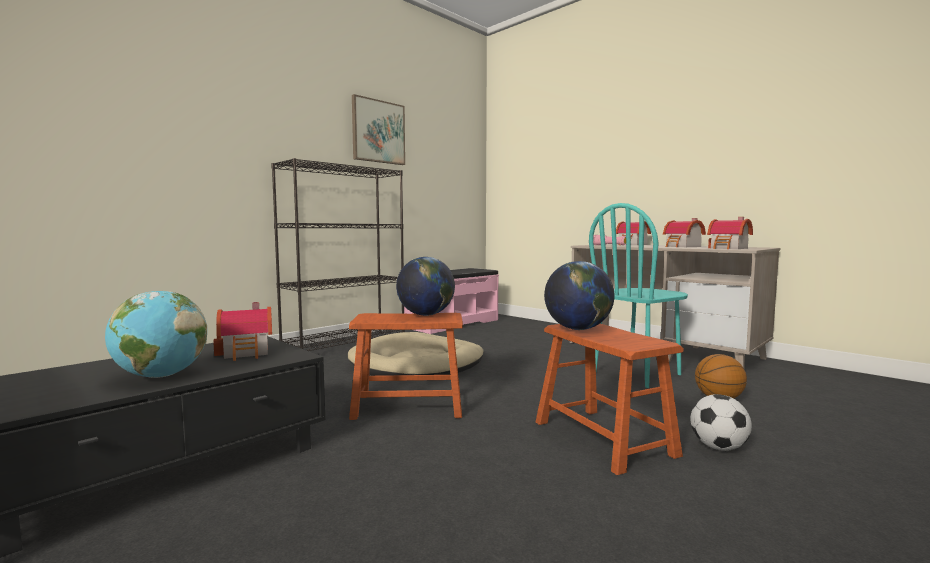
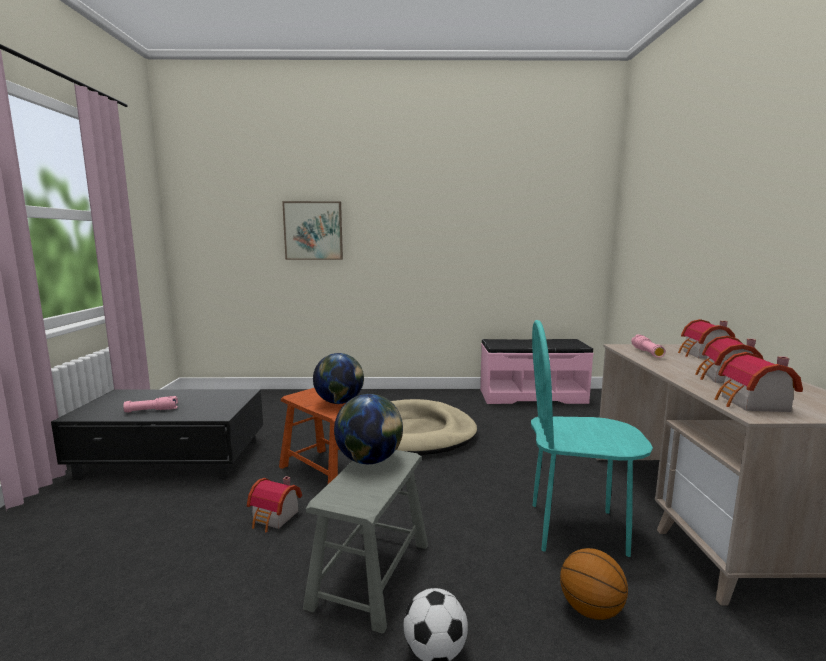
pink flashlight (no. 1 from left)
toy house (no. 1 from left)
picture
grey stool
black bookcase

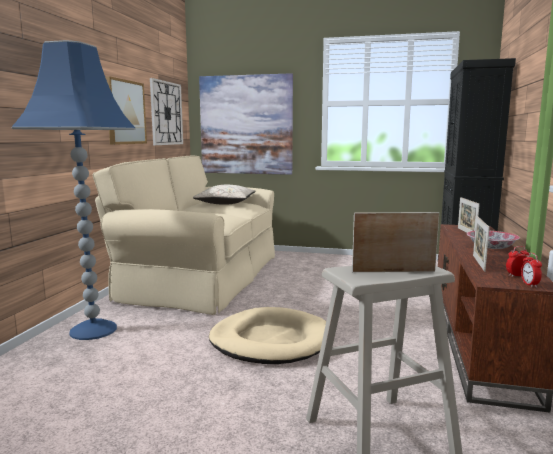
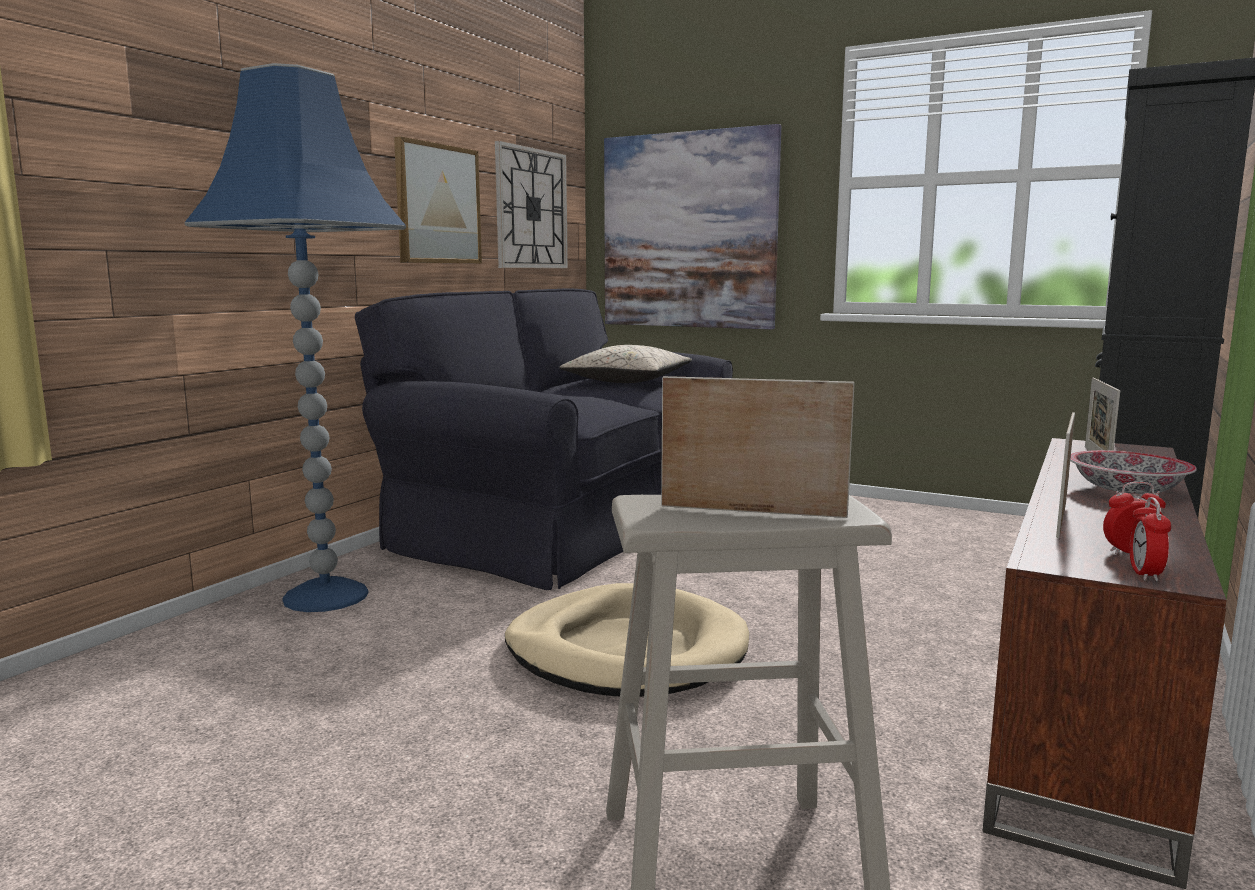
black sofa

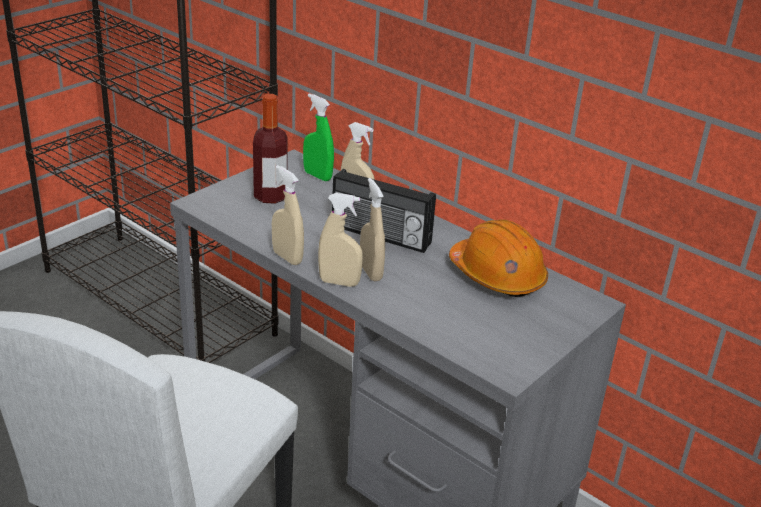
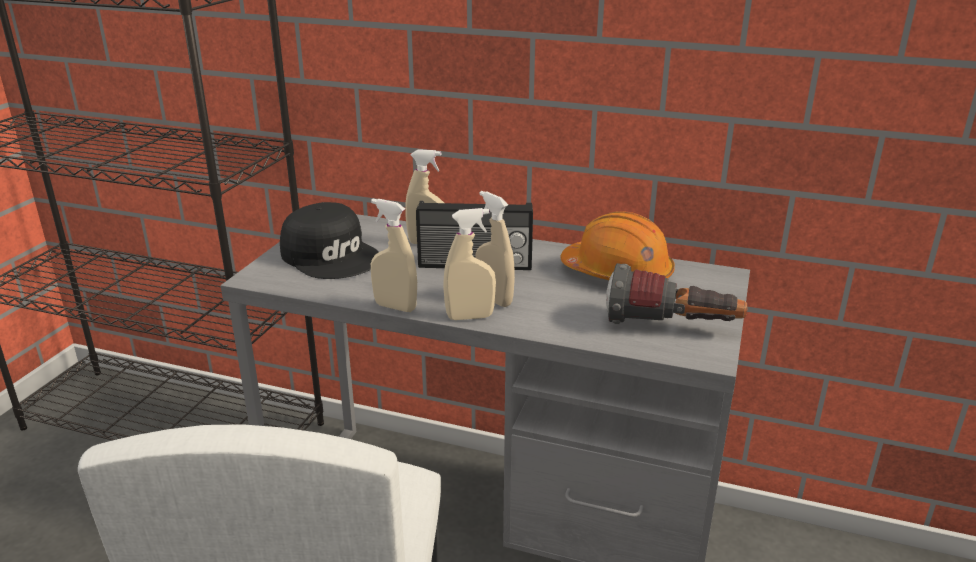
black cap
flashlight
green spray bottle

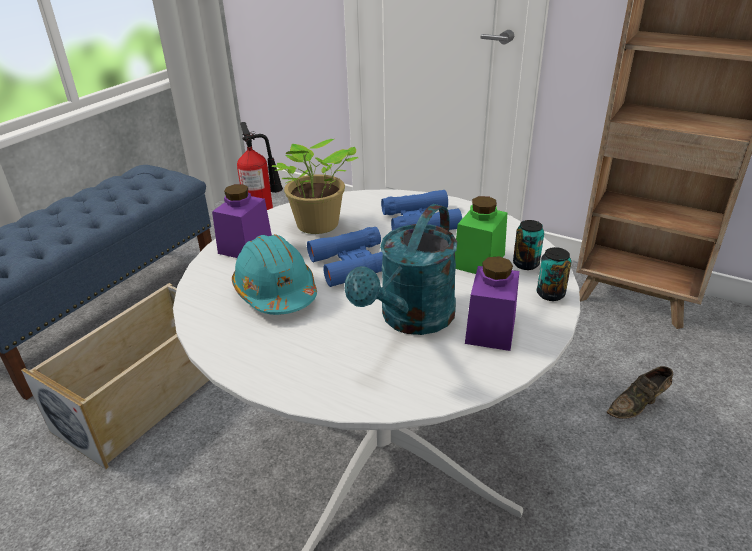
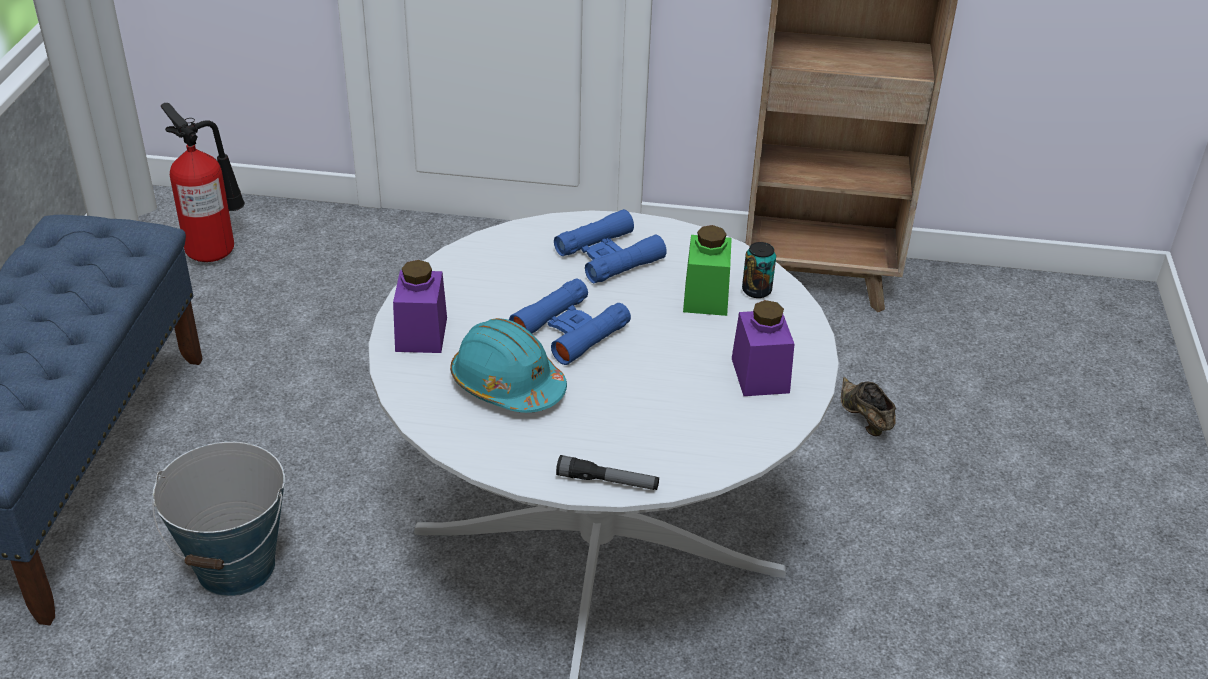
bucket
flashlight
brown shoe
potted plant
turquoise watering can
can (no. 2 from left in the first image)

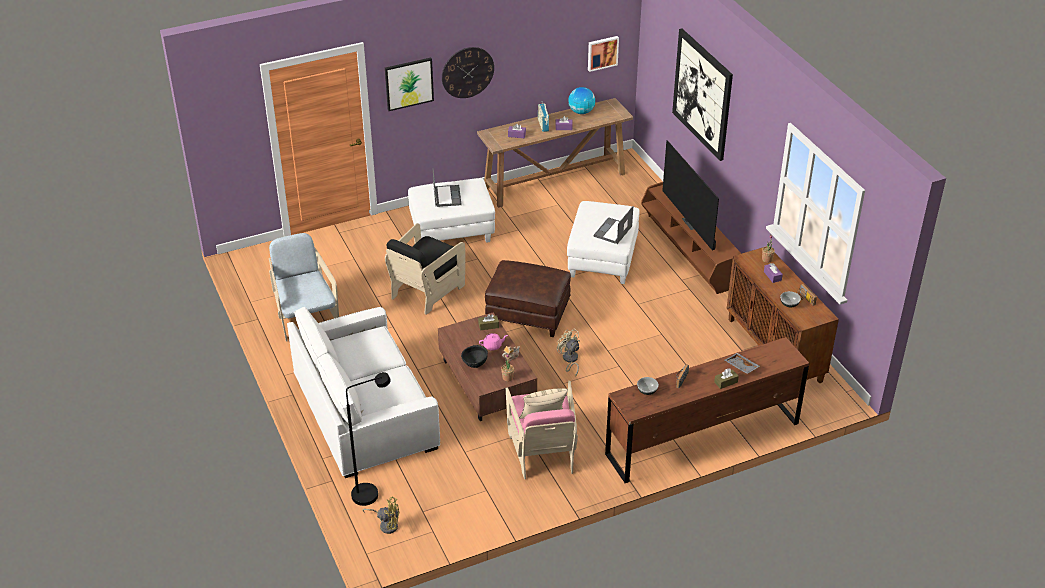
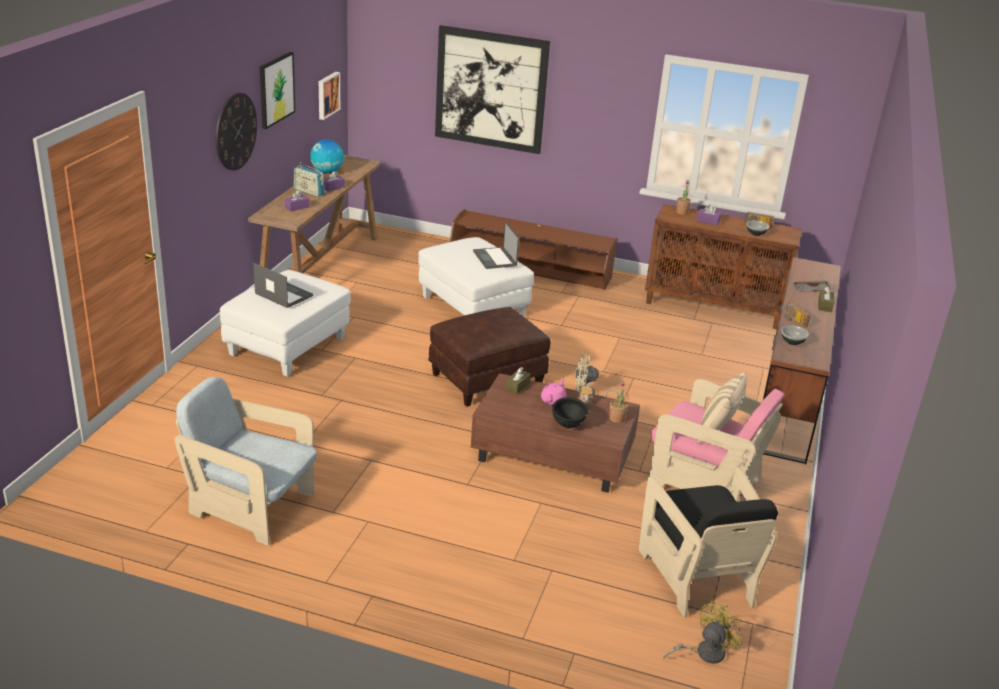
picture (no. 1 from left)
black armchair
white sofa
black floor lamp
television

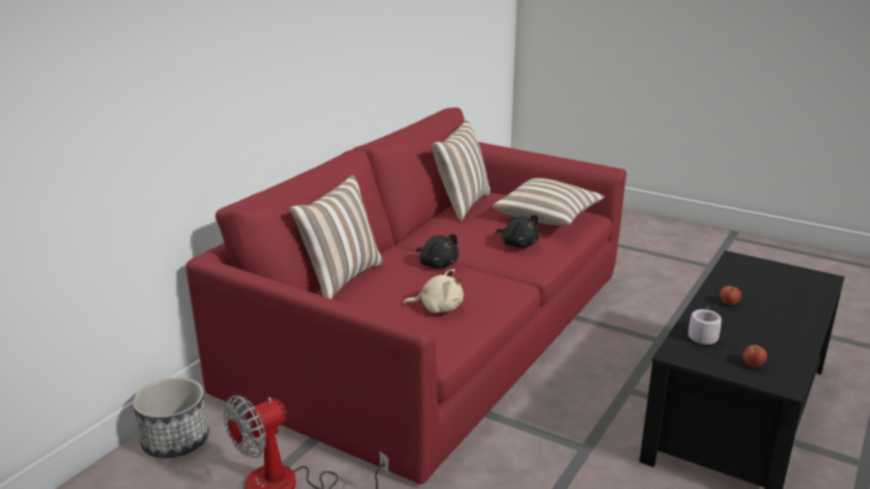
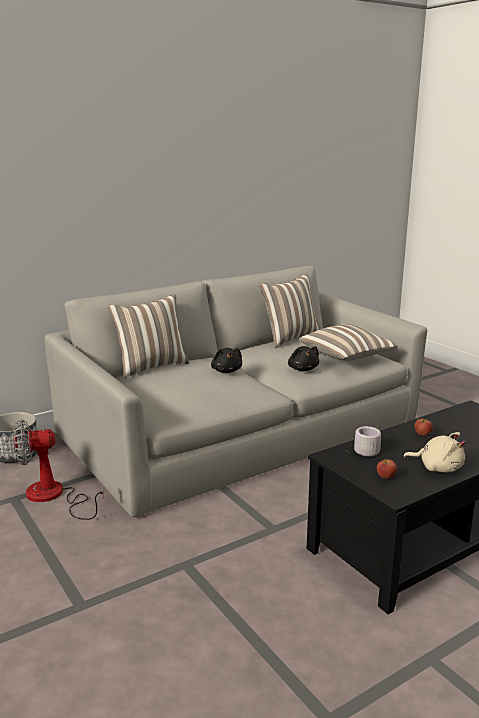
grey sofa
beige plush toy

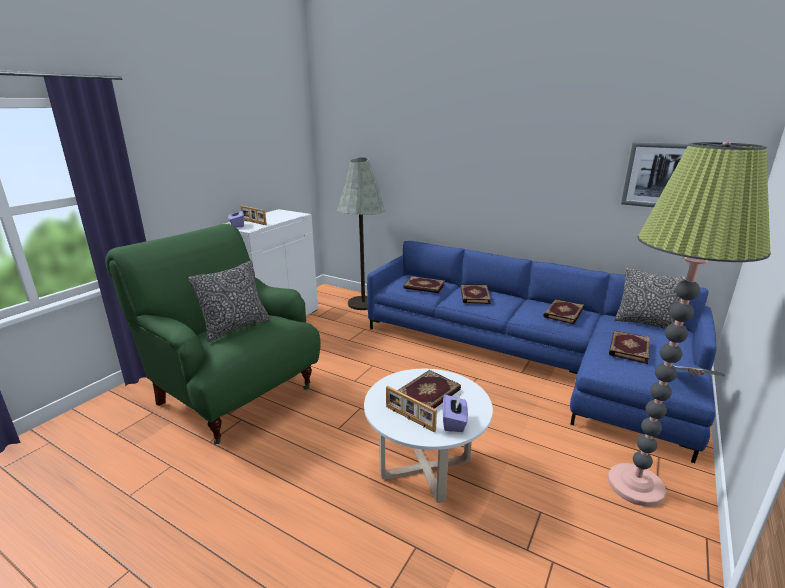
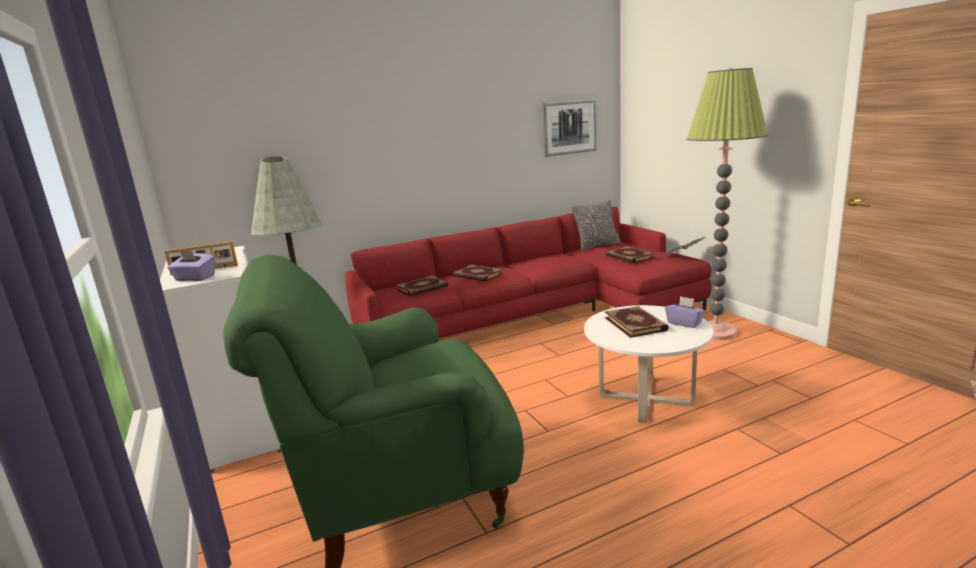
red sofa
pillow (no. 1 from left in the first image)
picture frame (no. 2 from left in the first image)
book (no. 4 from left in the first image)

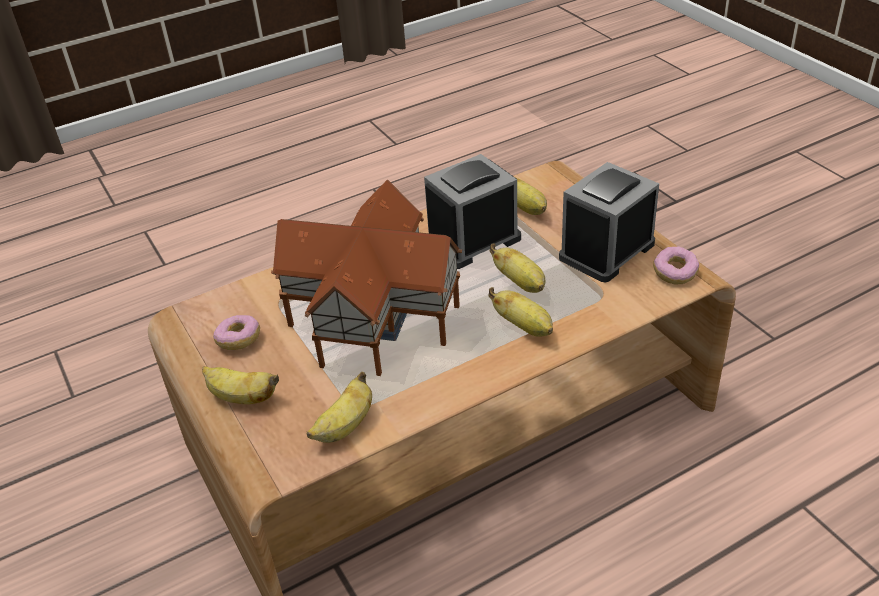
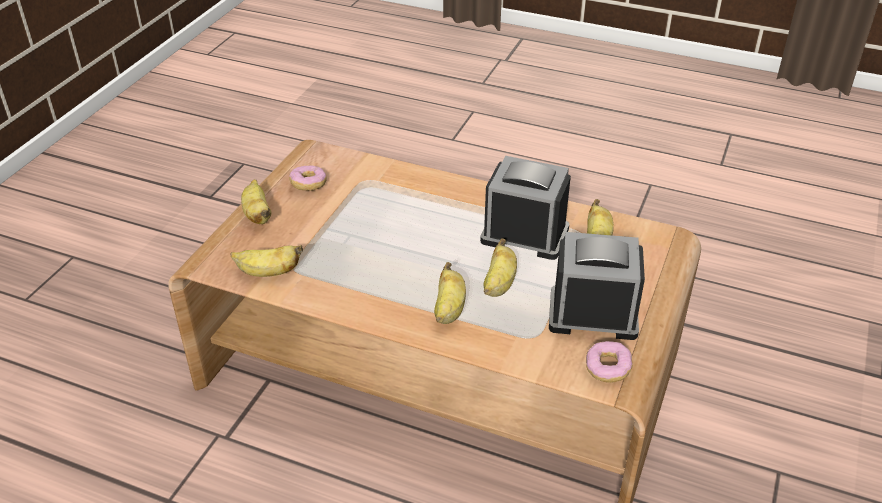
toy house

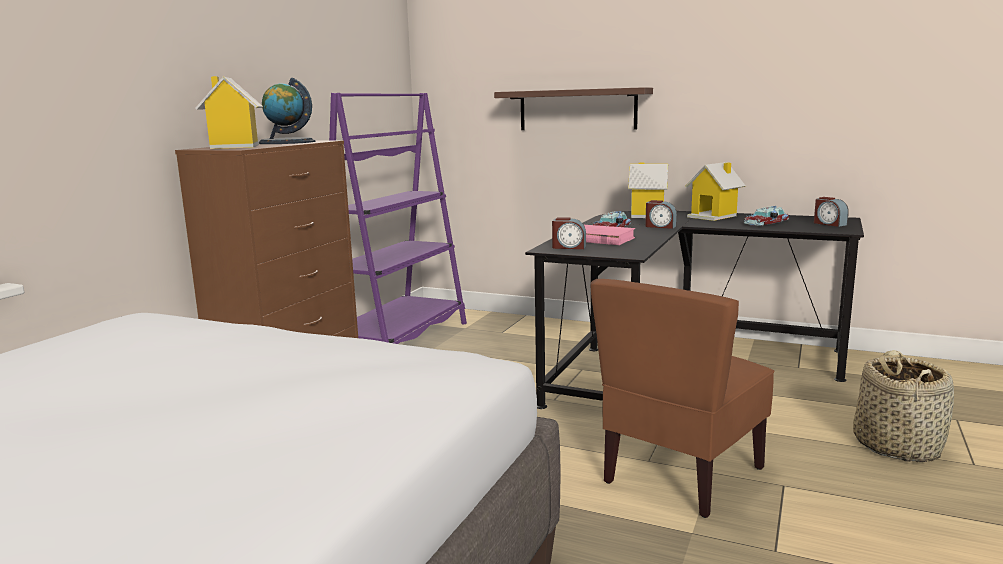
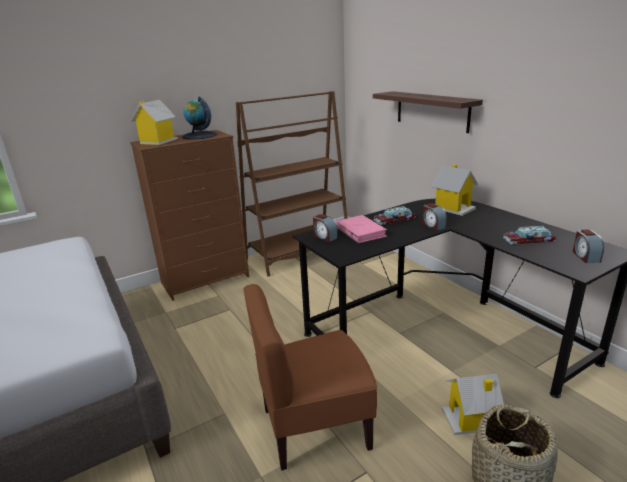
brown bookcase
toy house (no. 3 from left)

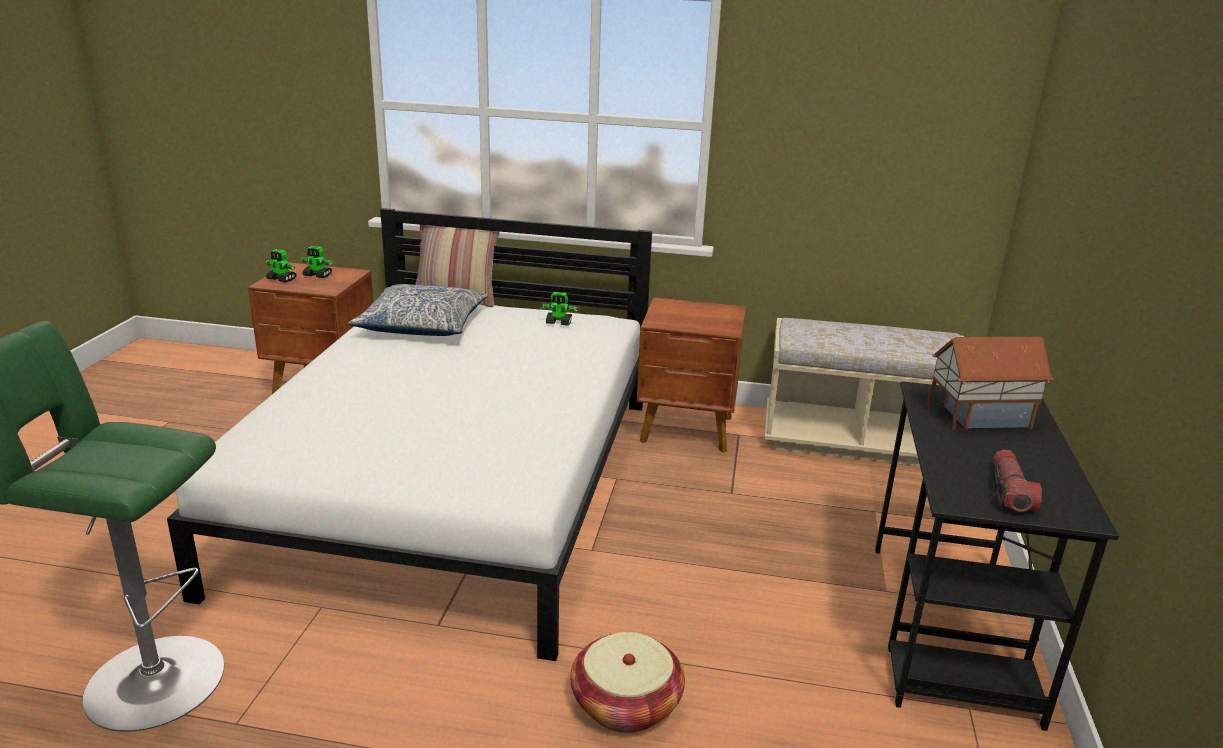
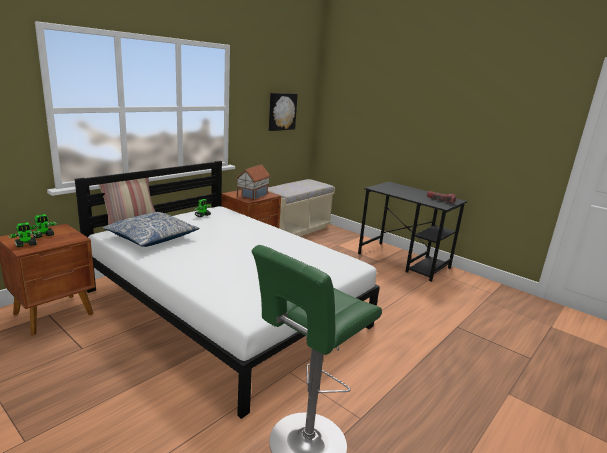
toy house
picture
basket

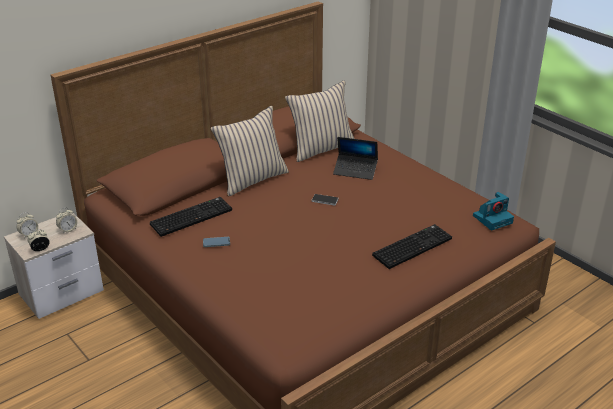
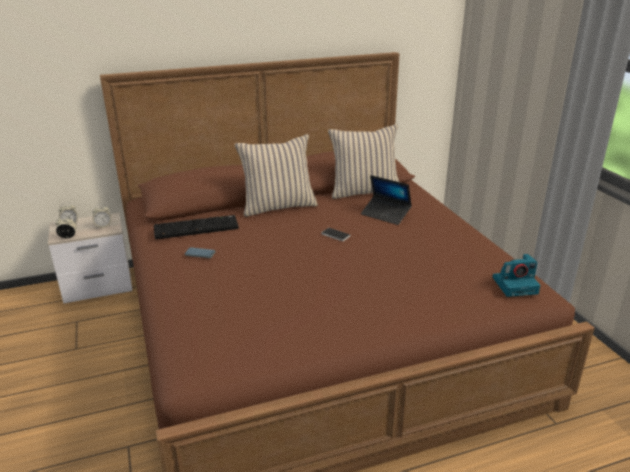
keyboard (no. 2 from left in the first image)

